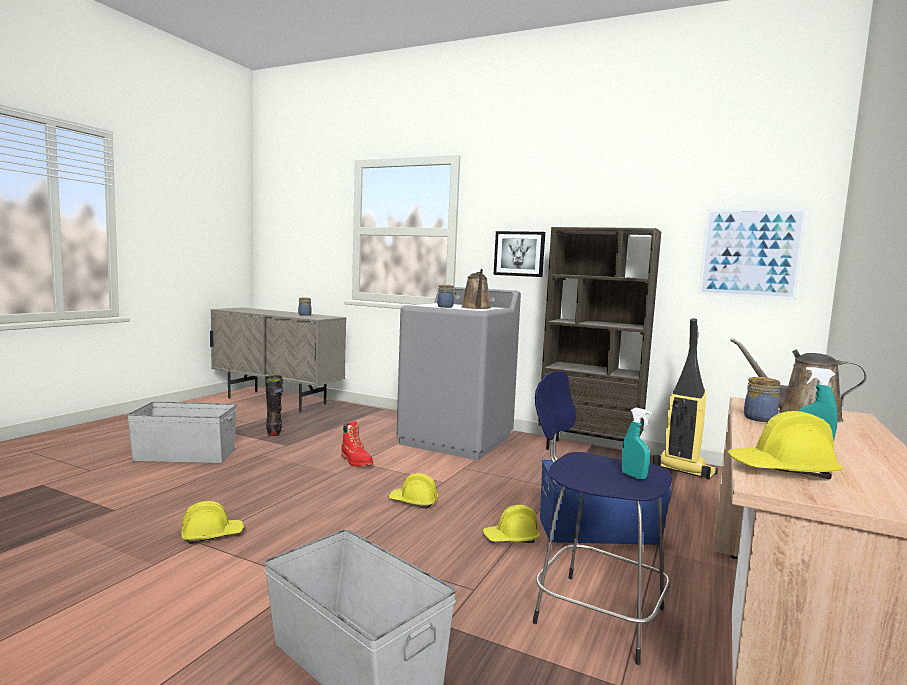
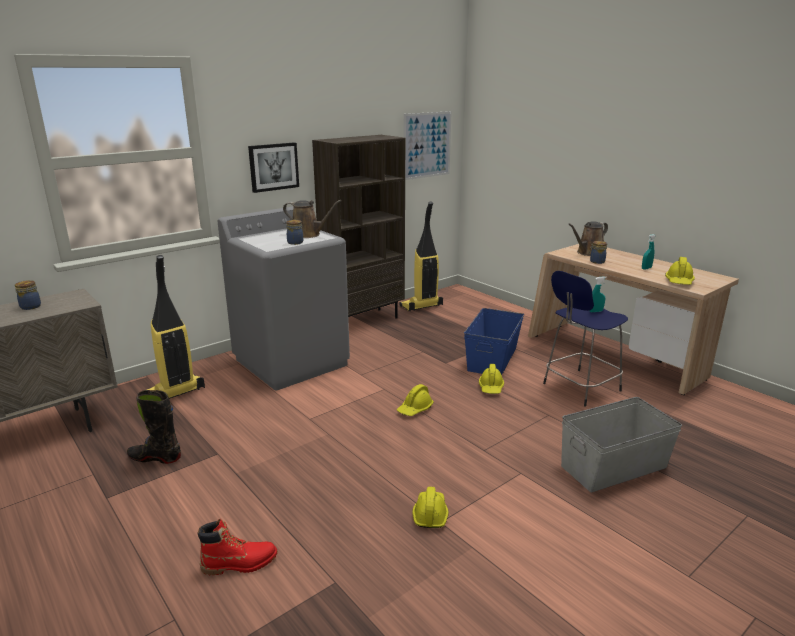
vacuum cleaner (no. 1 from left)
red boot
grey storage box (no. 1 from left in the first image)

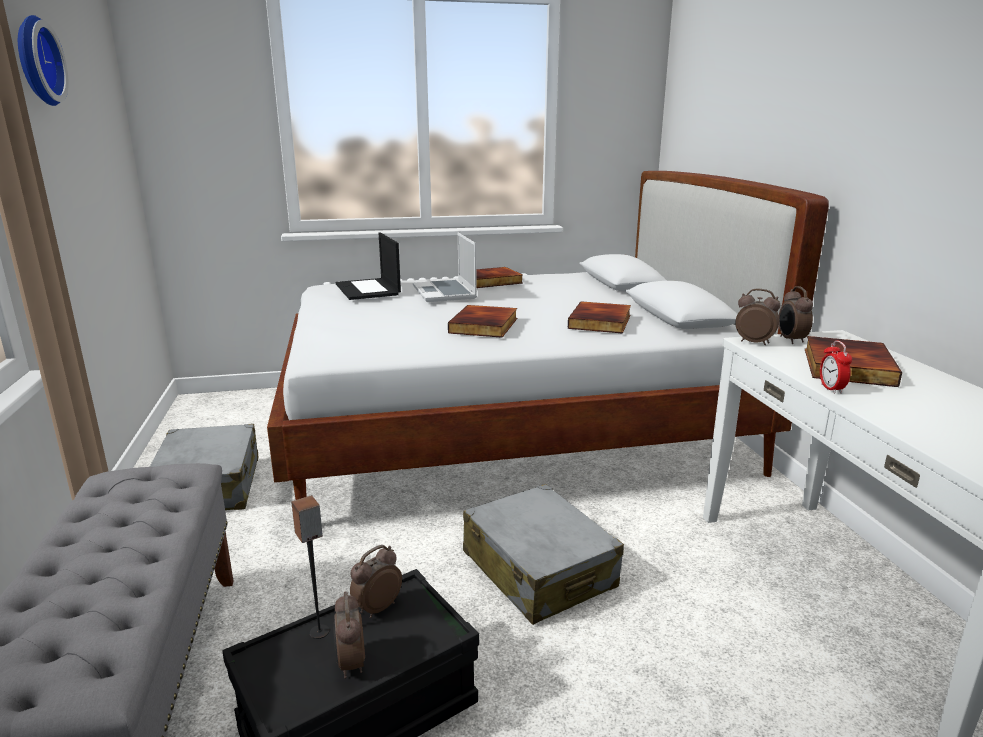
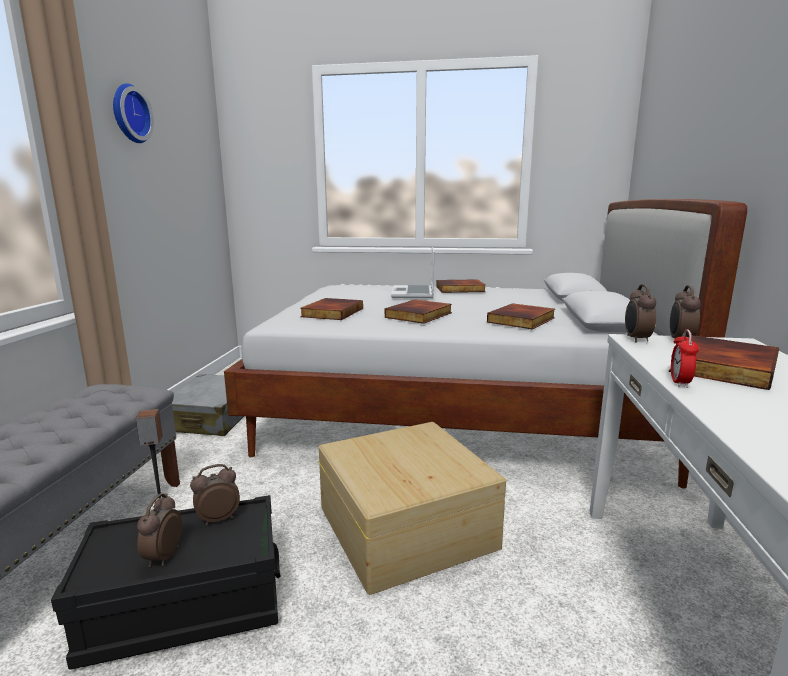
book (no. 1 from left)
beige storage box
alarm clock (no. 3 from left)
laptop (no. 1 from left in the first image)

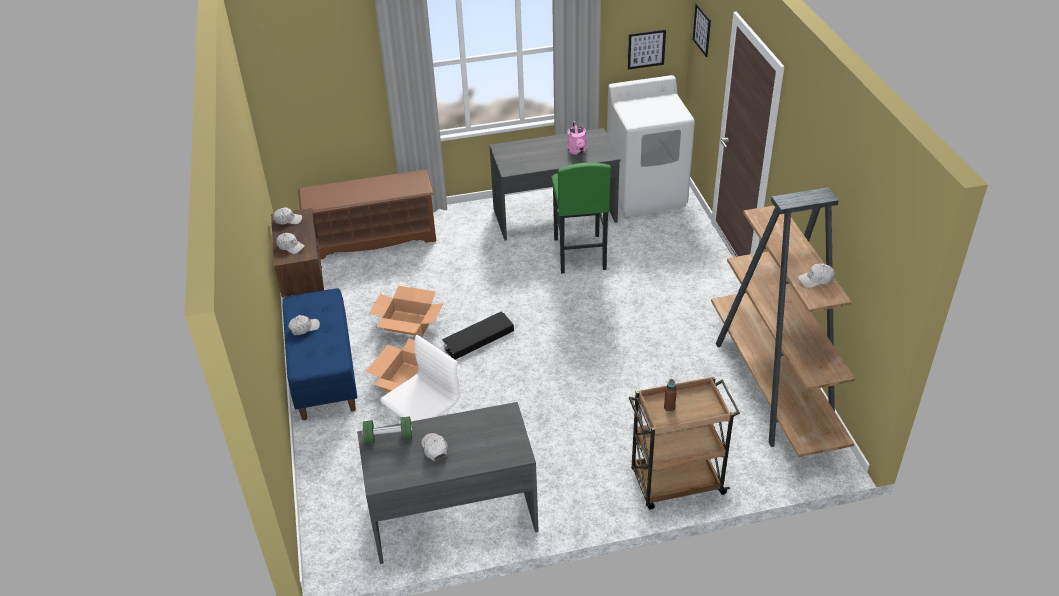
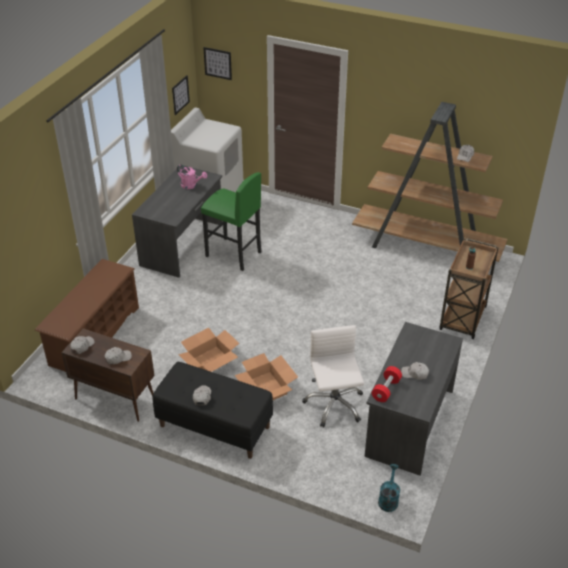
black bench
red dumbbell
turquoise watering can
black storage box

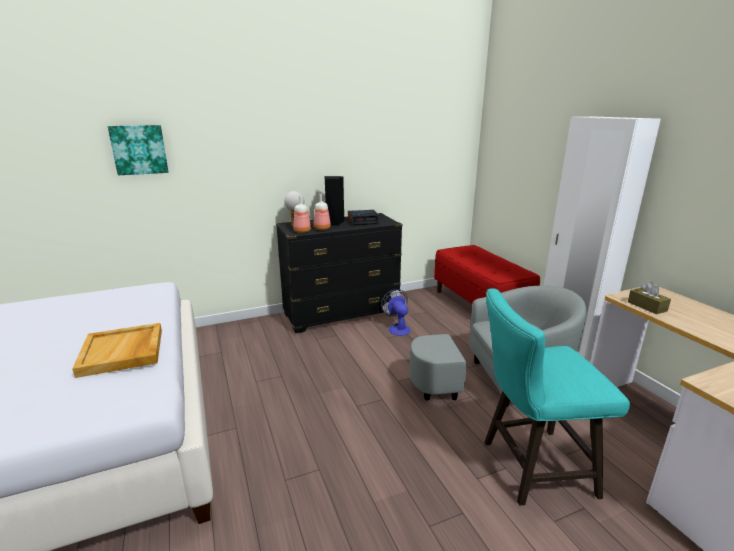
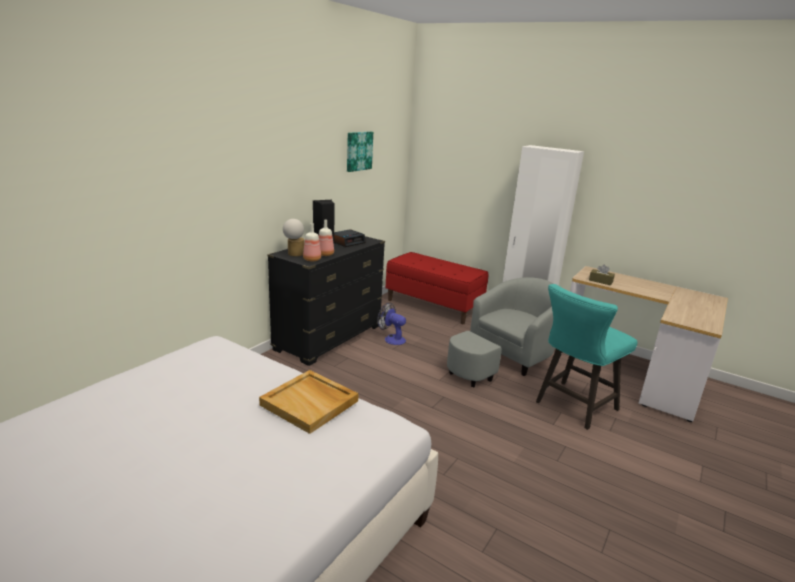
picture

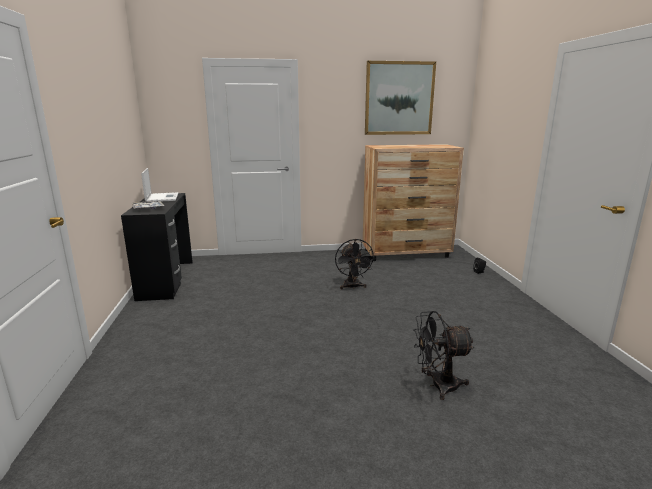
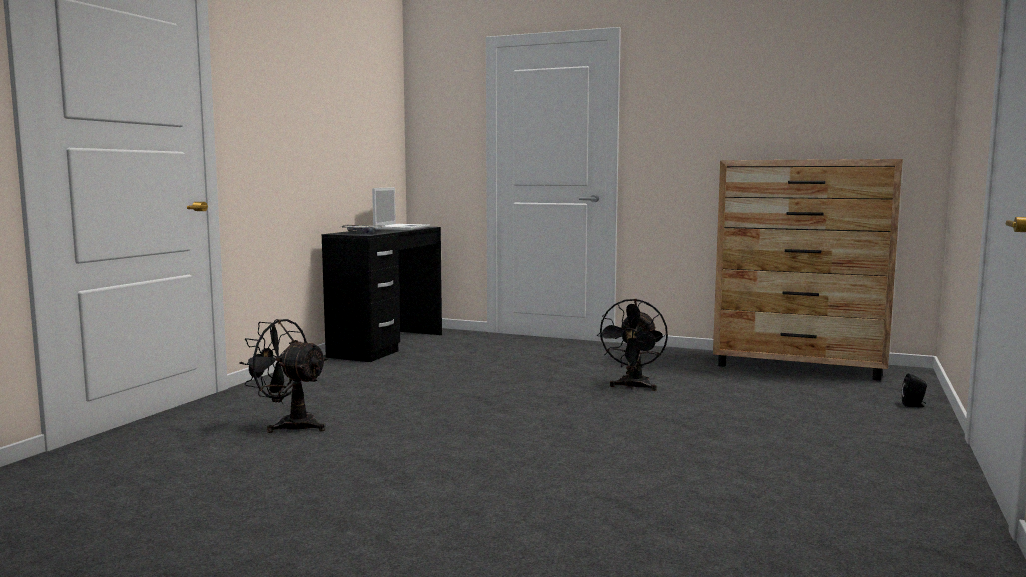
black fan (no. 1 from left)
picture

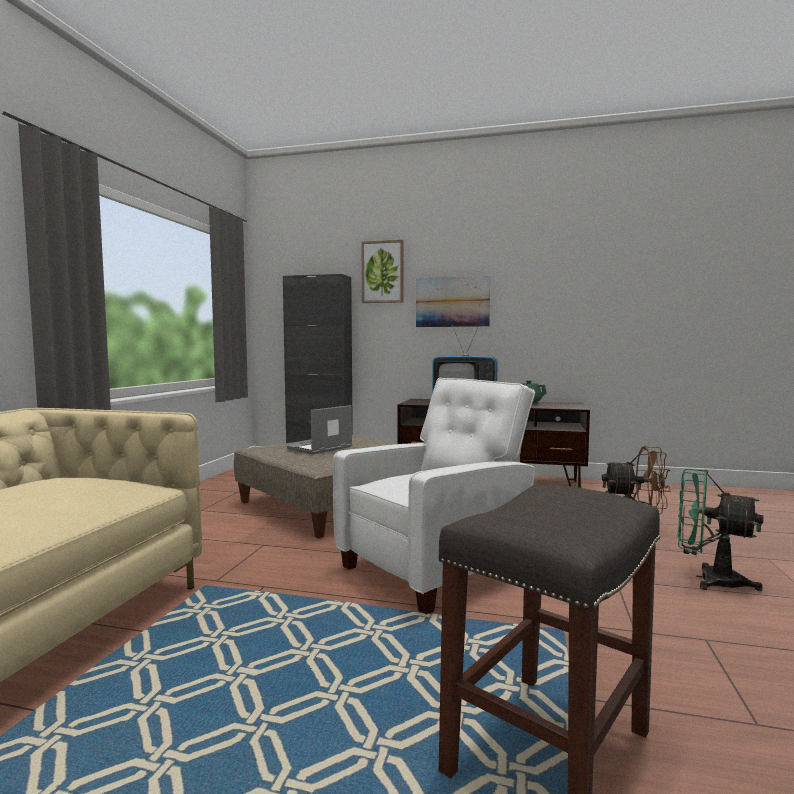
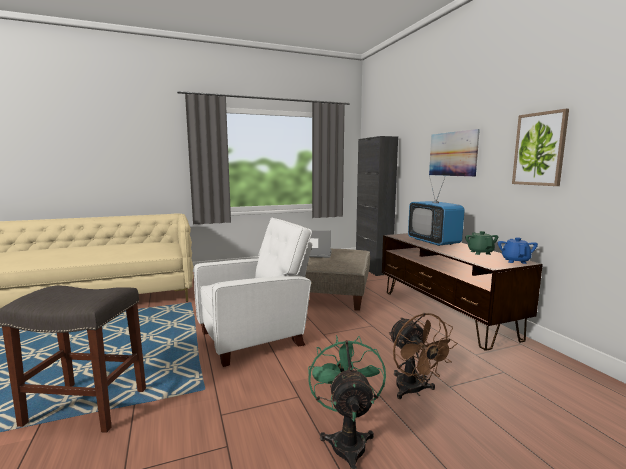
white armchair
blue teapot
picture (no. 2 from left)

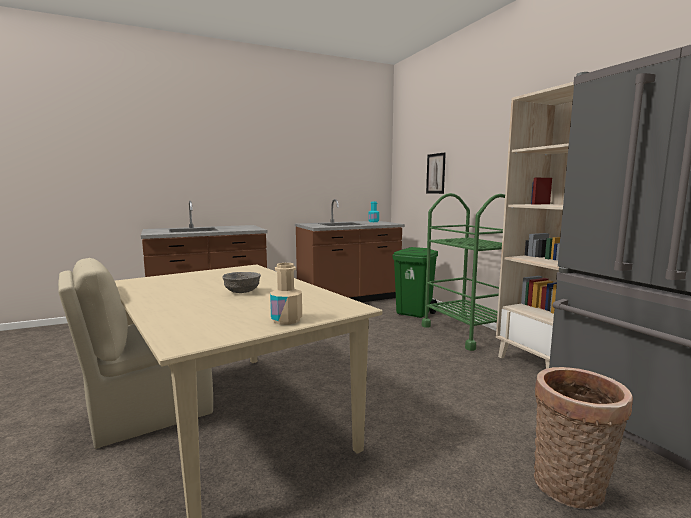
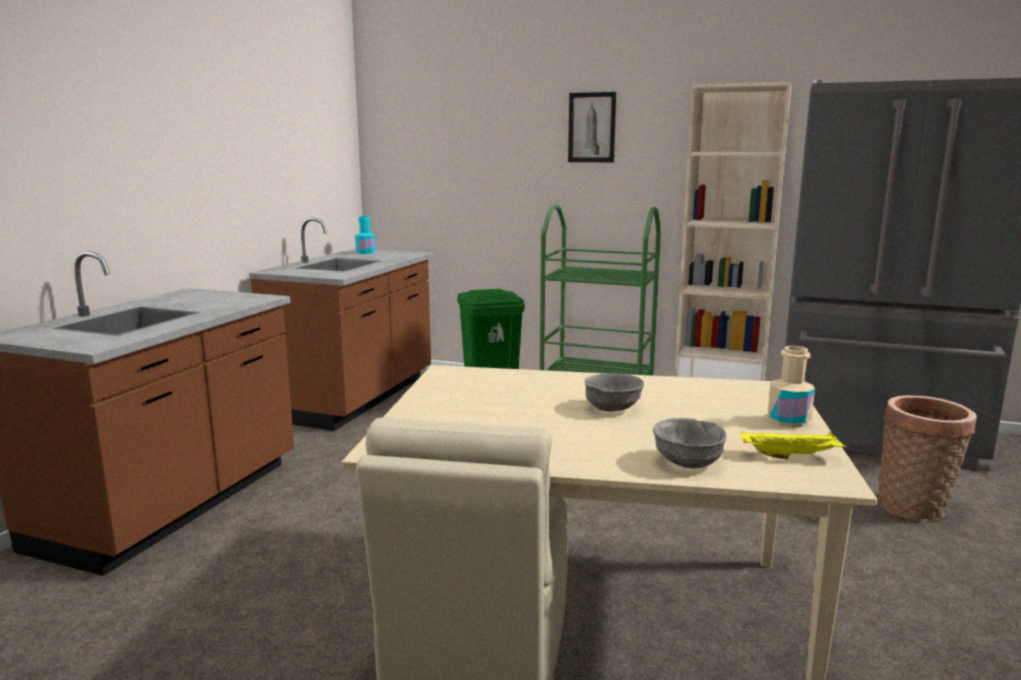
picture
grey bowl (no. 2 from left)
yellow tray

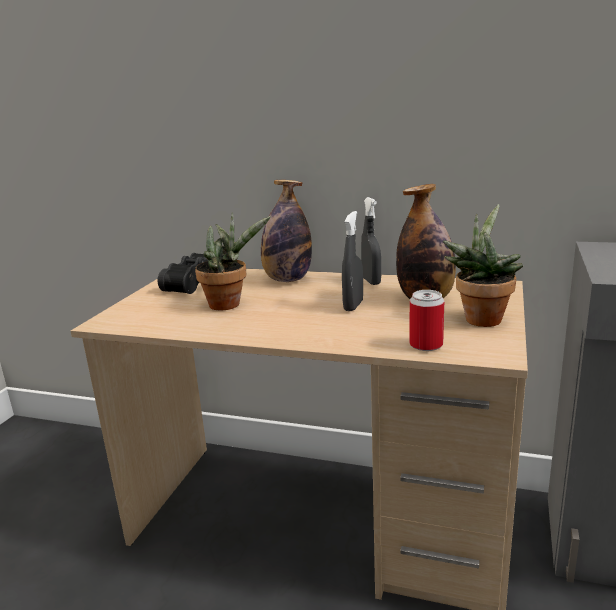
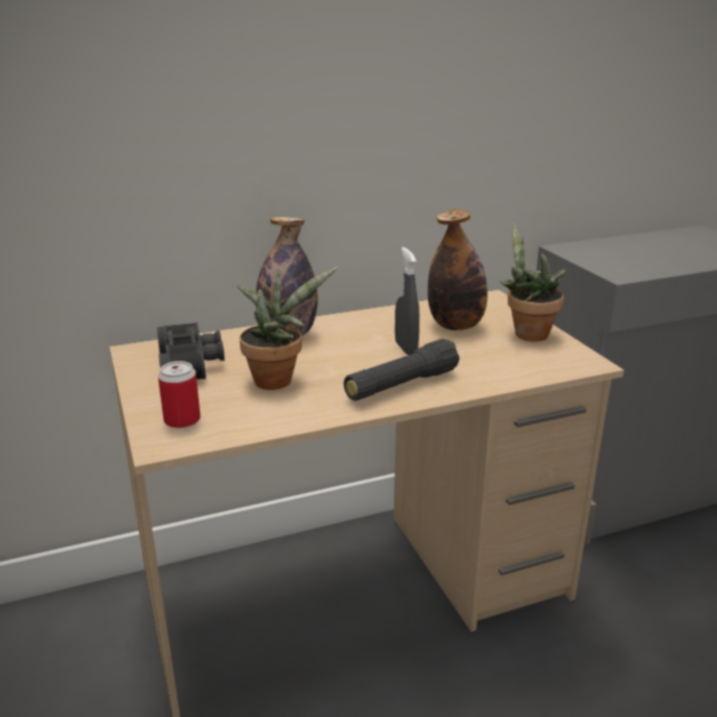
can
black flashlight
grey spray bottle (no. 2 from left in the first image)

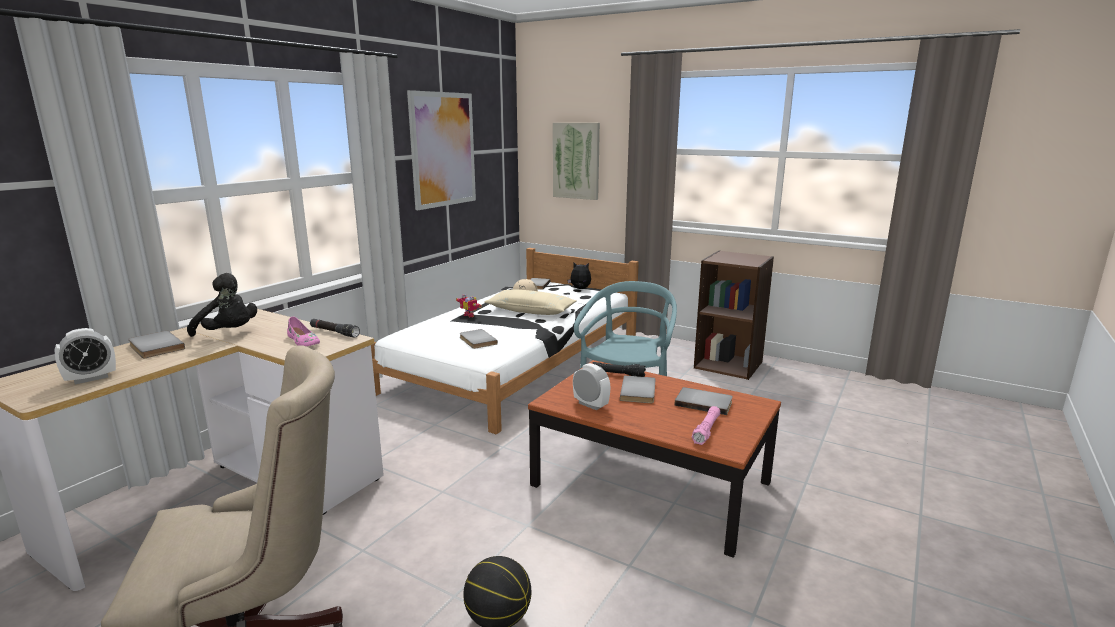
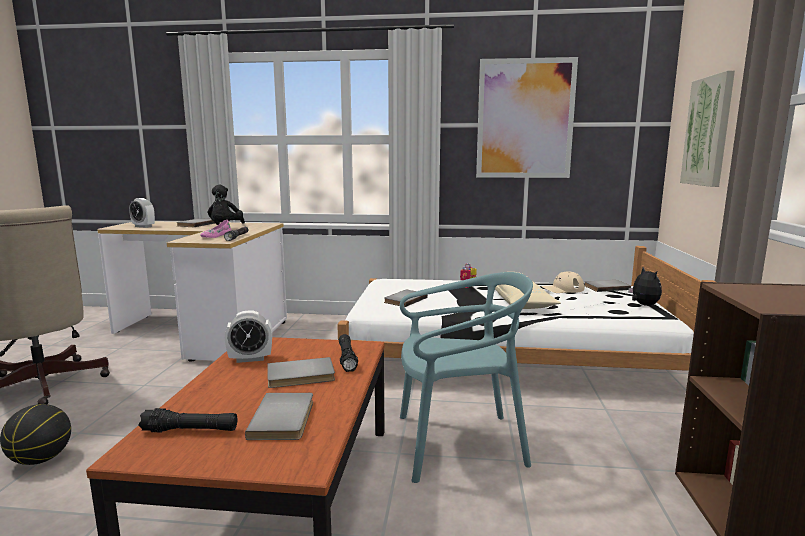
black flashlight (no. 1 from left)
alarm clock (no. 2 from left)

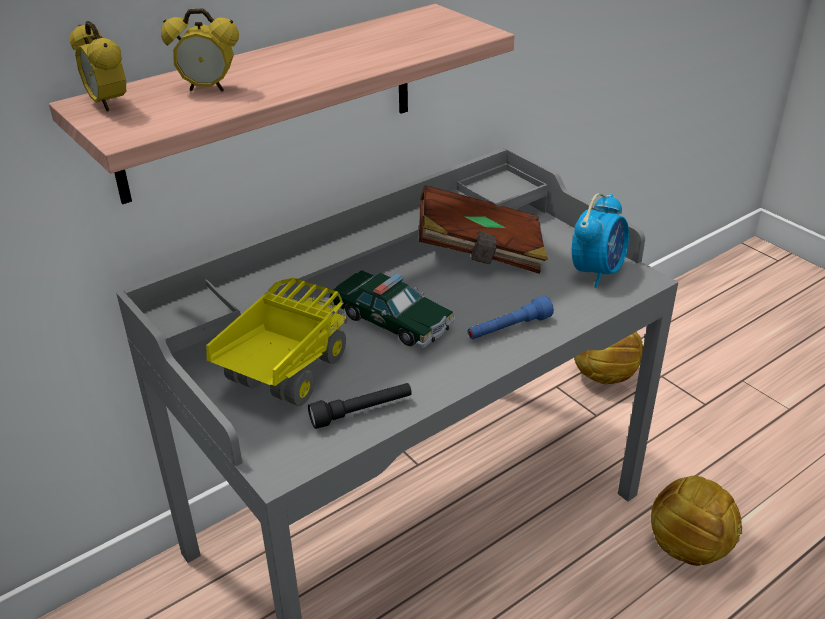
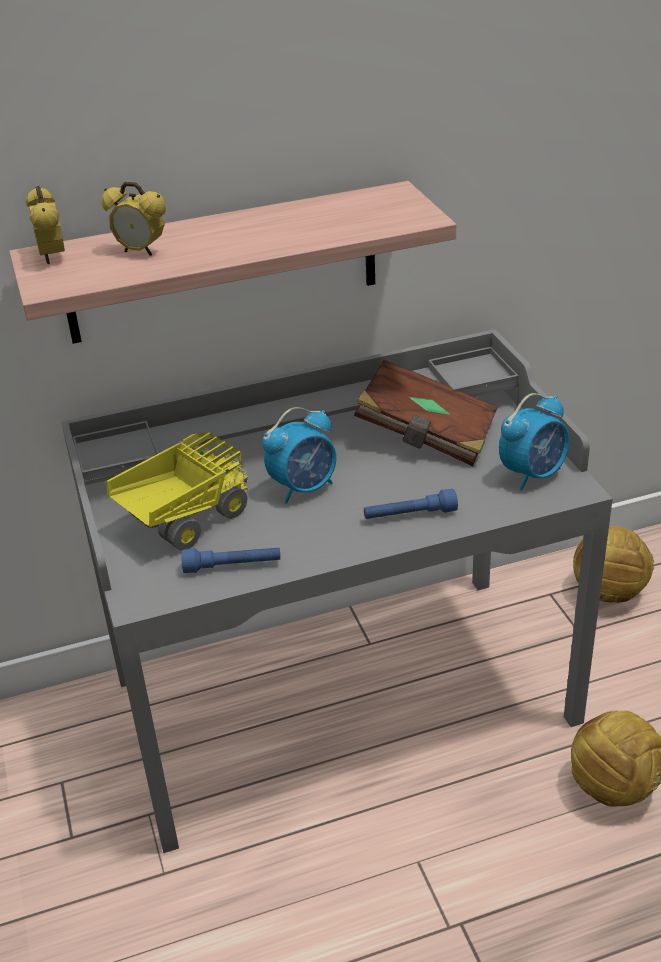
blue flashlight (no. 1 from left)
alarm clock (no. 3 from left)

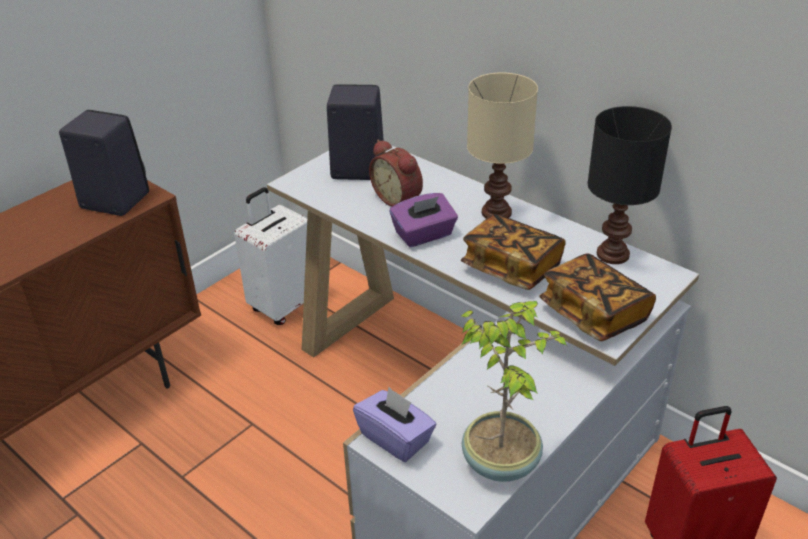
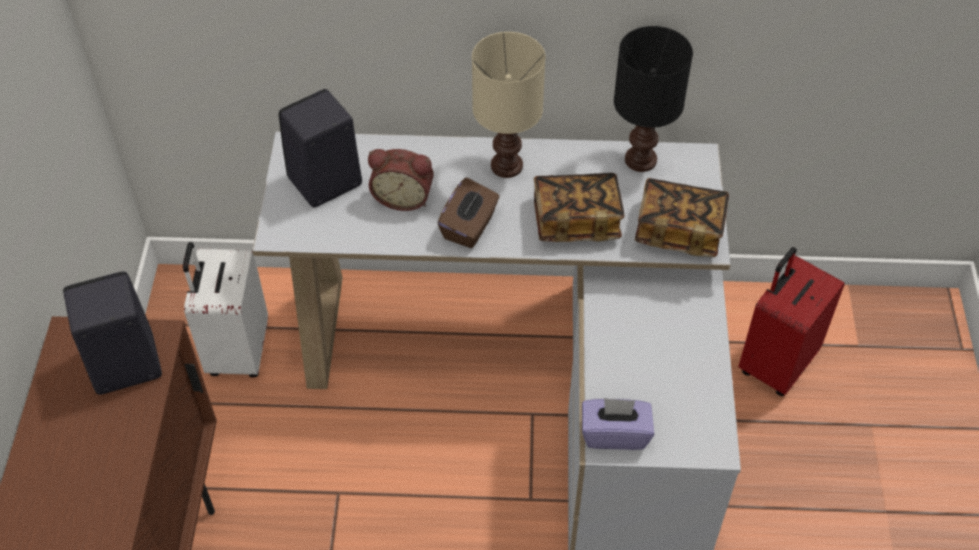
brown tissue box
potted plant

